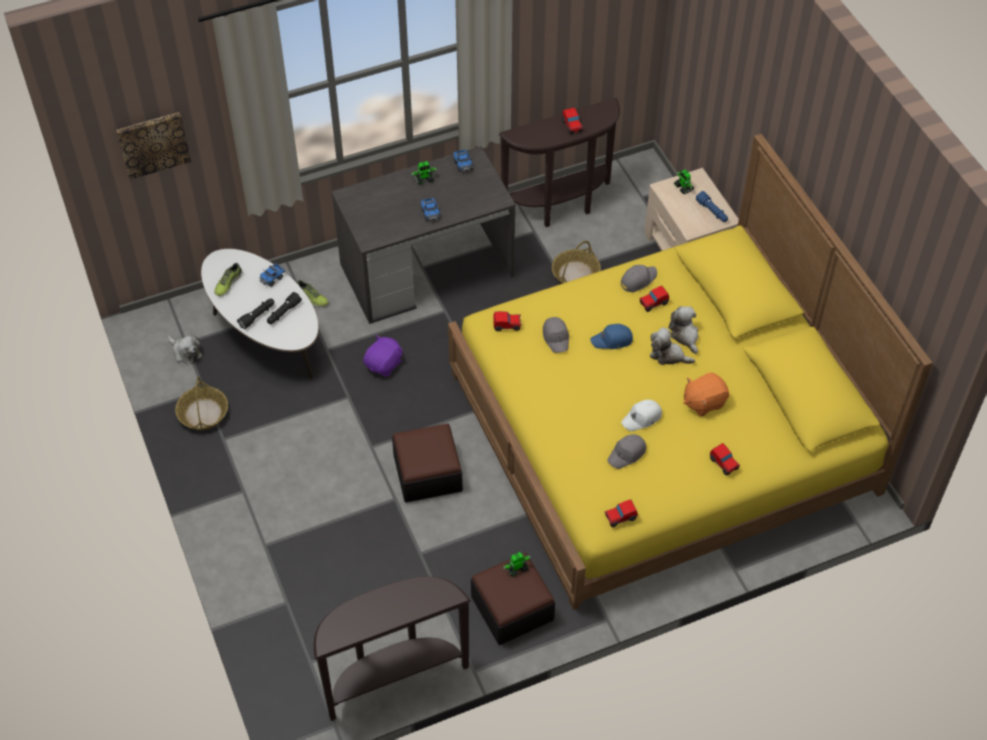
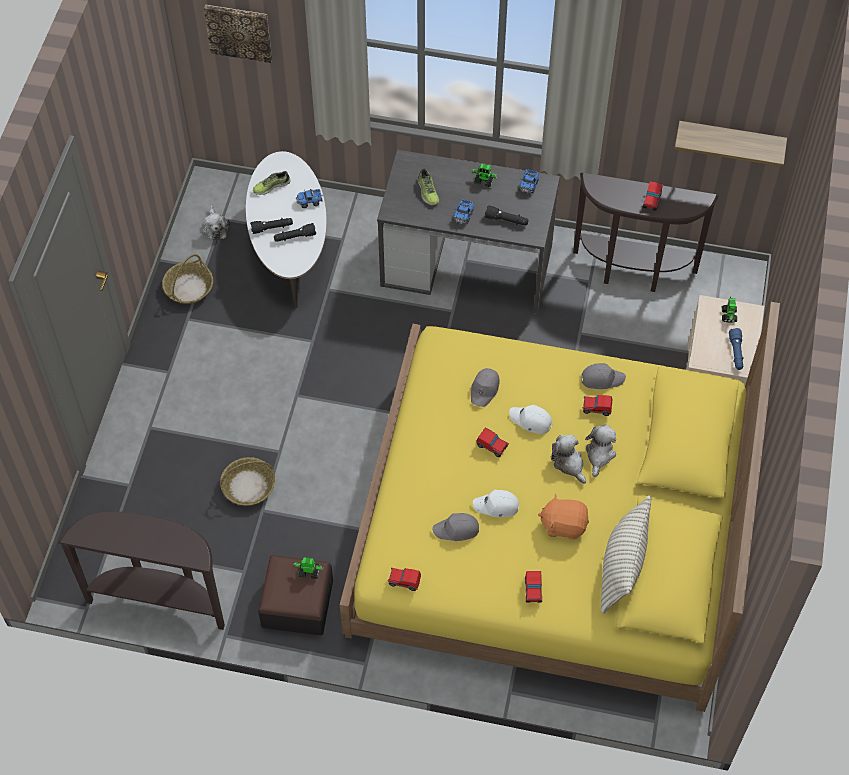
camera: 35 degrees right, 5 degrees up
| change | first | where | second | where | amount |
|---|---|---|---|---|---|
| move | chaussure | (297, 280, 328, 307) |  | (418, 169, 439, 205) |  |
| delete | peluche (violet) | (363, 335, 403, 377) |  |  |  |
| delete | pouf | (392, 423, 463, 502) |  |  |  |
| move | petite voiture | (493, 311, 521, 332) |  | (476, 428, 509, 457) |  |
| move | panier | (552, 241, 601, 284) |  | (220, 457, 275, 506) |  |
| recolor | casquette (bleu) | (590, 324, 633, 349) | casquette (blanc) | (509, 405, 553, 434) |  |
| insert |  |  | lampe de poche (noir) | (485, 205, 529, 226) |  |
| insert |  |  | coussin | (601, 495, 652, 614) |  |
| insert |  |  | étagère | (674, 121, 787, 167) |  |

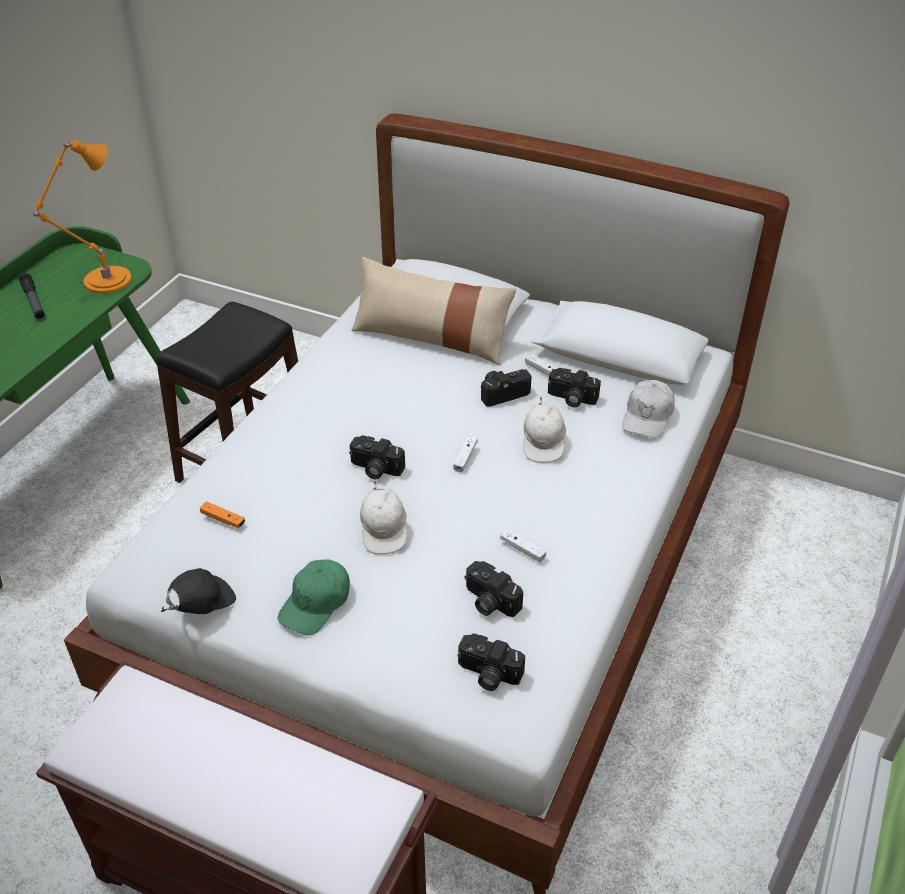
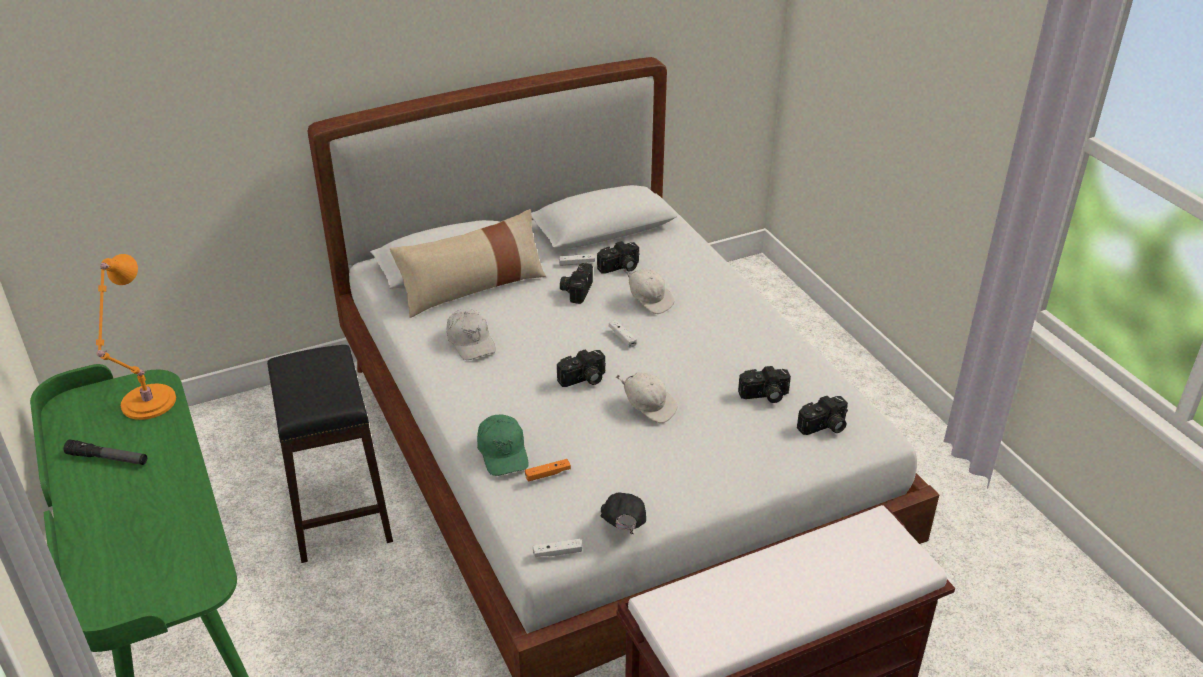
camera: 50 degrees left, 5 degrees down
| change | first | where | second | where | amount |
|---|---|---|---|---|---|
| move | casquette (vert) | (277, 559, 350, 635) |  | (477, 415, 529, 476) |  |
| move | manette (blanc) | (500, 529, 546, 562) |  | (533, 539, 582, 557) |  |
| move | casquette (blanc) | (622, 380, 675, 438) |  | (447, 309, 496, 360) |  |

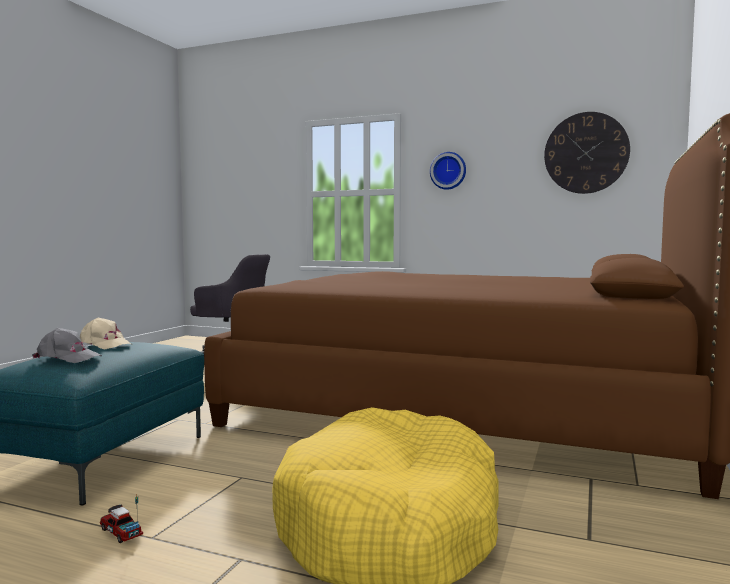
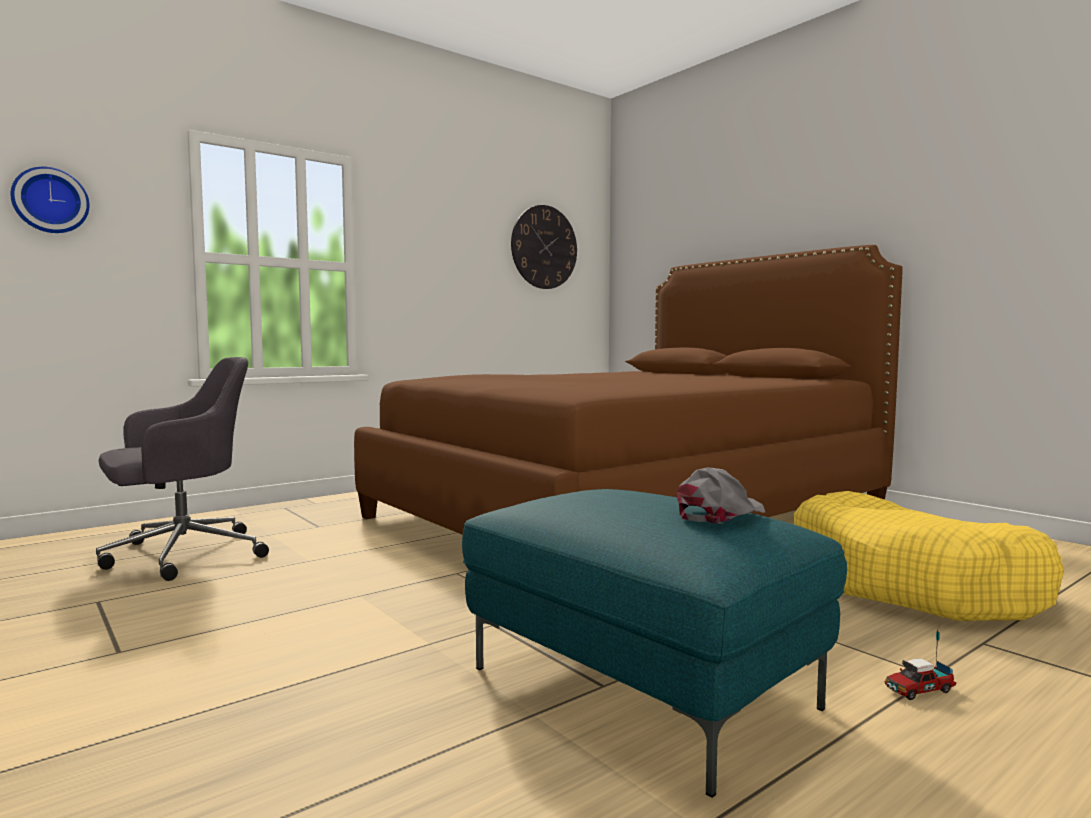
camera: 60 degrees left, 0 degrees up
| change | first | where | second | where | amount |
|---|---|---|---|---|---|
| delete | casquette (beige) | (80, 318, 131, 350) |  |  |  |
| move | horloge murale | (430, 152, 466, 190) |  | (11, 167, 89, 233) |  |

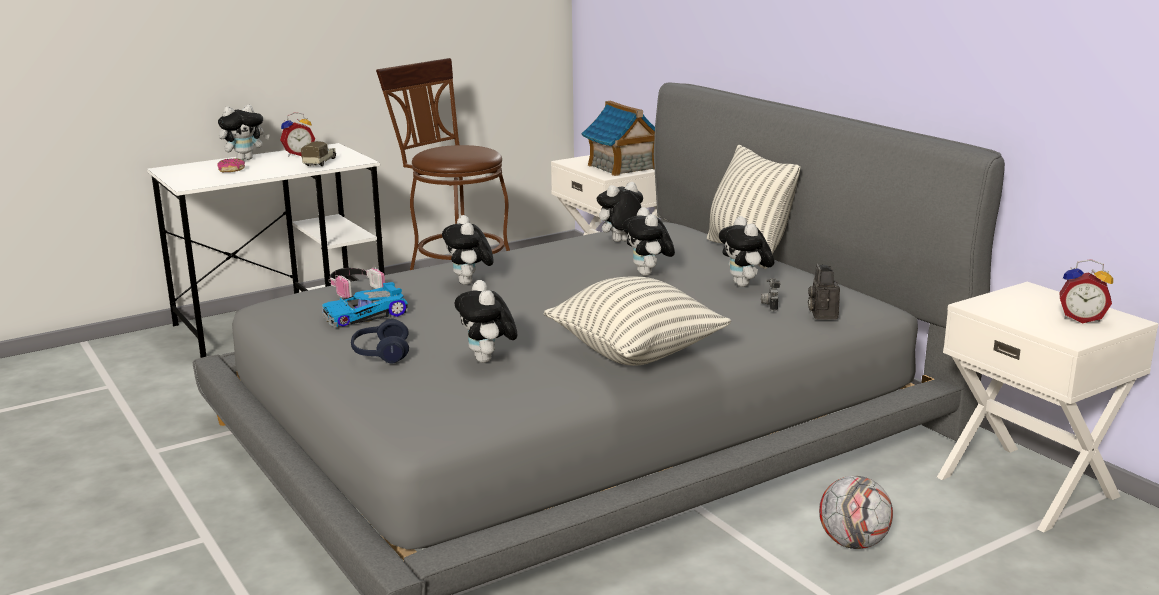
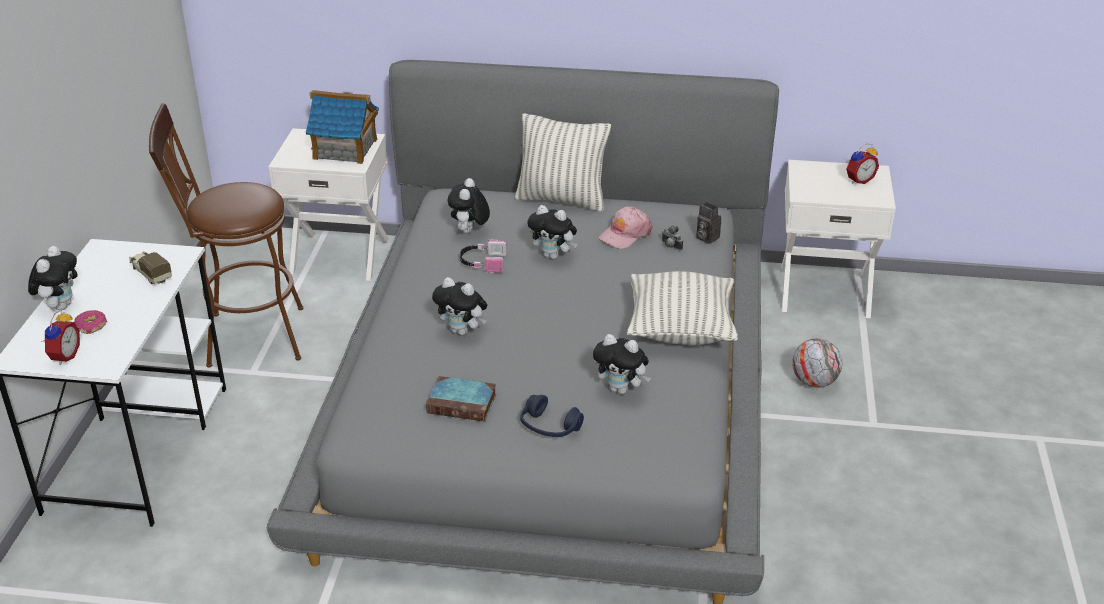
camera: 50 degrees left, 15 degrees up
| change | first | where | second | where | amount |
|---|---|---|---|---|---|
| move | réveil | (280, 112, 315, 156) |  | (42, 310, 80, 365) |  |
| replace | petite voiture | (322, 282, 408, 327) | livre | (426, 376, 496, 422) |  |
| move | casque audio | (329, 267, 385, 298) |  | (460, 240, 507, 273) |  |
| replace | peluche | (719, 216, 774, 287) | casquette (rose) | (598, 206, 652, 249) |  |

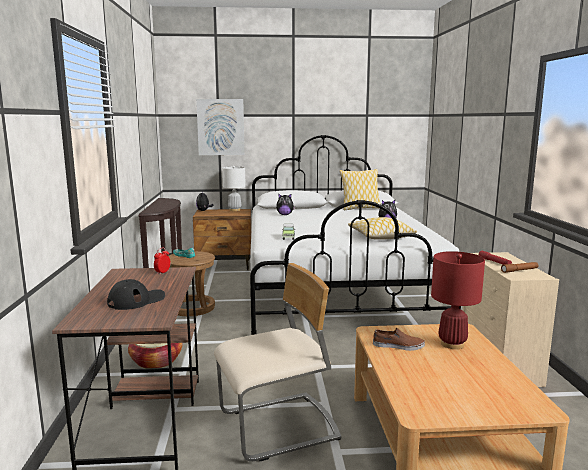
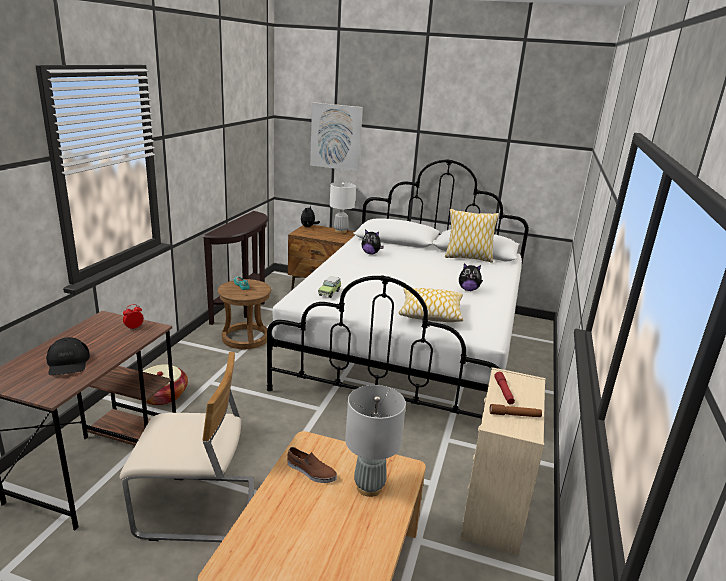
camera: 20 degrees right, 10 degrees up
| change | first | where | second | where | amount |
|---|---|---|---|---|---|
| rotate | casquette (noir) | (107, 279, 165, 310) |  | (46, 337, 90, 375) | 90 degrees clockwise |
| recolor | lampe de table (rouge) | (431, 251, 485, 349) | lampe de table (gris) | (345, 385, 406, 497) |  |

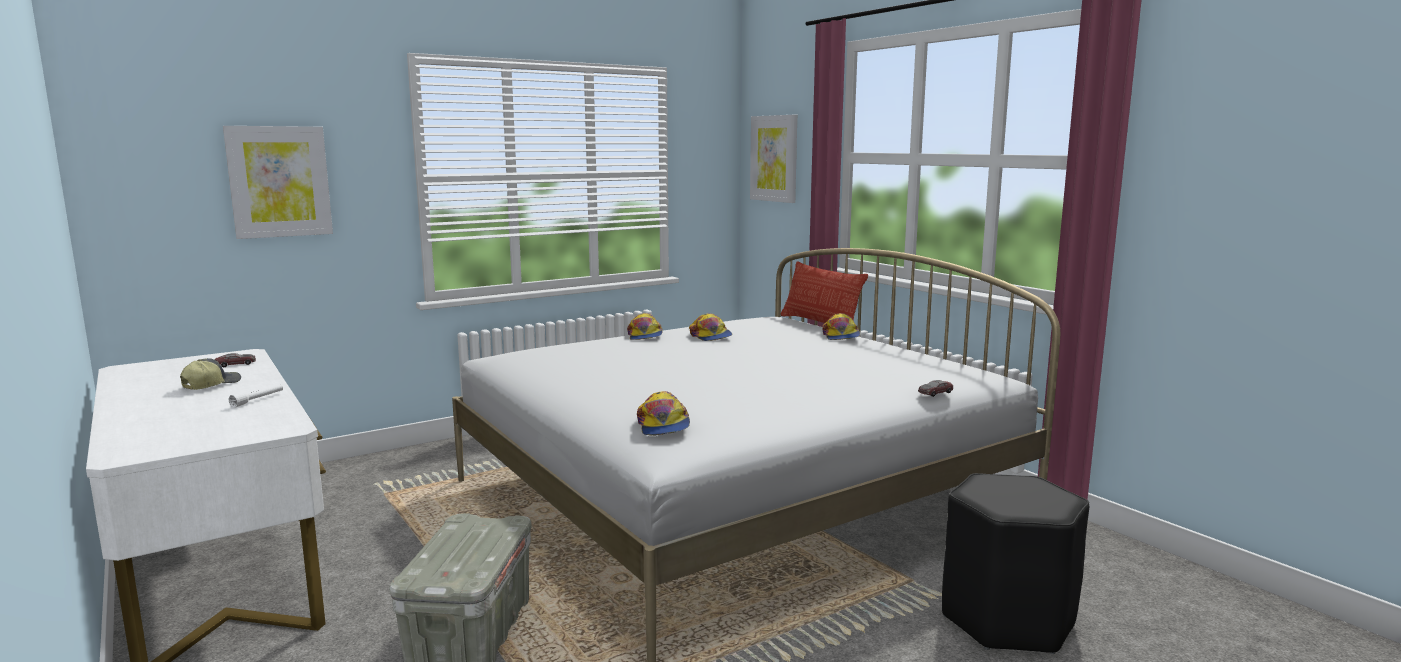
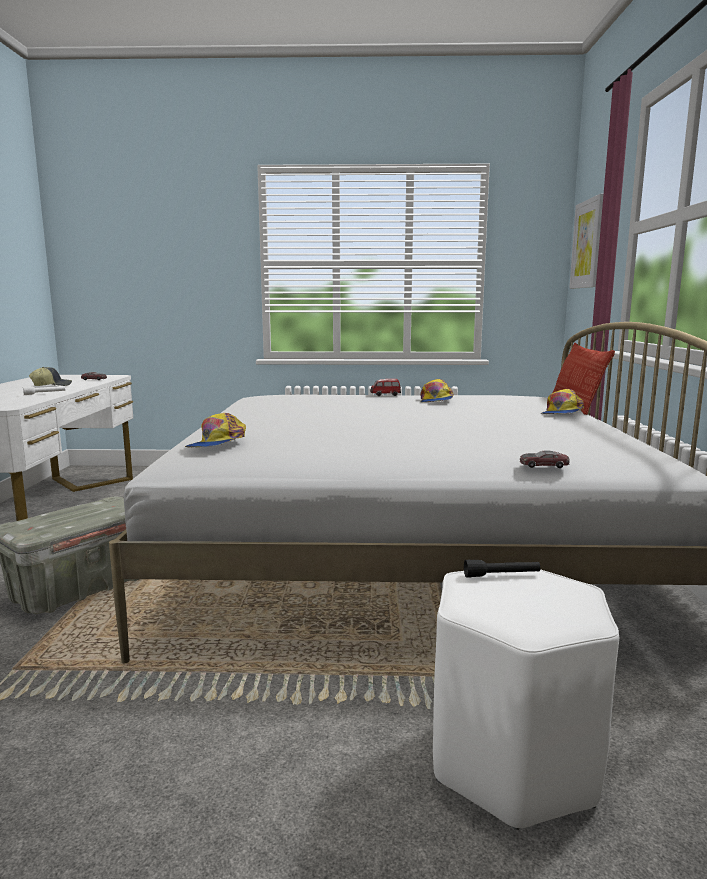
camera: 35 degrees right, 0 degrees up
| change | first | where | second | where | amount |
|---|---|---|---|---|---|
| delete | tableau | (223, 126, 333, 239) |  |  |  |
| replace | casquette | (627, 313, 663, 340) | petite voiture | (370, 379, 401, 396) |  |
| recolor | tabouret (noir) | (942, 473, 1090, 654) | tabouret (blanc) | (433, 569, 619, 830) |  |
| insert |  |  | lampe de poche (noir) | (464, 560, 540, 578) |  |

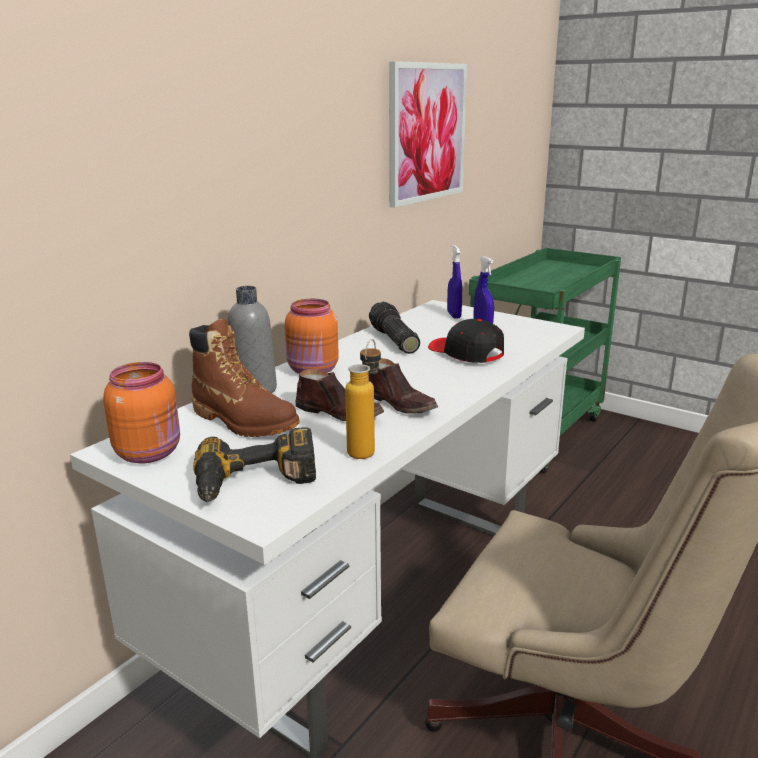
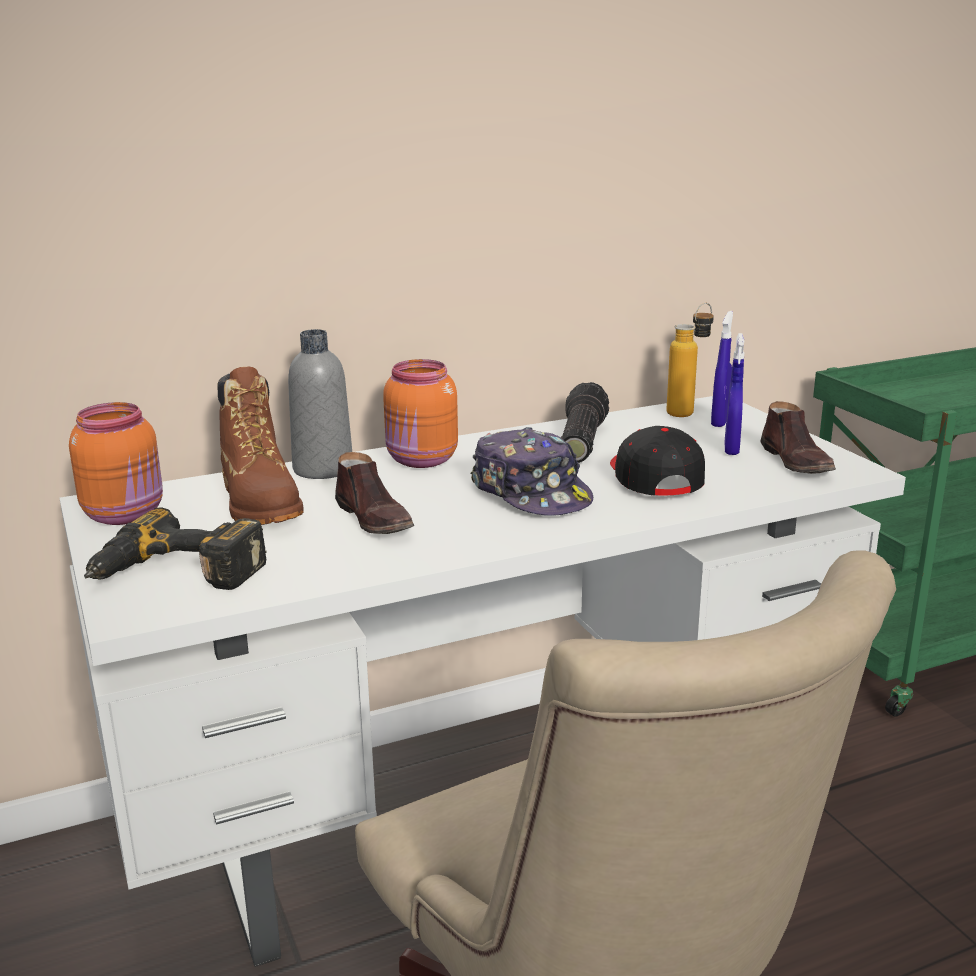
camera: 30 degrees right, 0 degrees up
| change | first | where | second | where | amount |
|---|---|---|---|---|---|
| move | bouteille | (345, 339, 381, 459) |  | (667, 303, 714, 417) |  |
| move | chaussure (marron) | (369, 358, 438, 414) |  | (761, 401, 836, 474) |  |
| delete | tableau | (389, 61, 467, 208) |  |  |  |
| insert |  |  | casquette | (471, 427, 593, 516) |  |

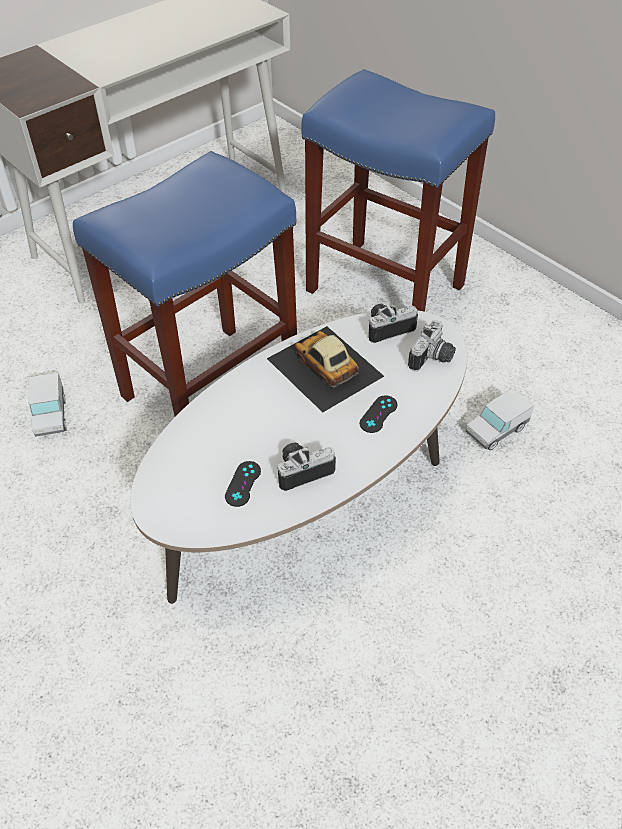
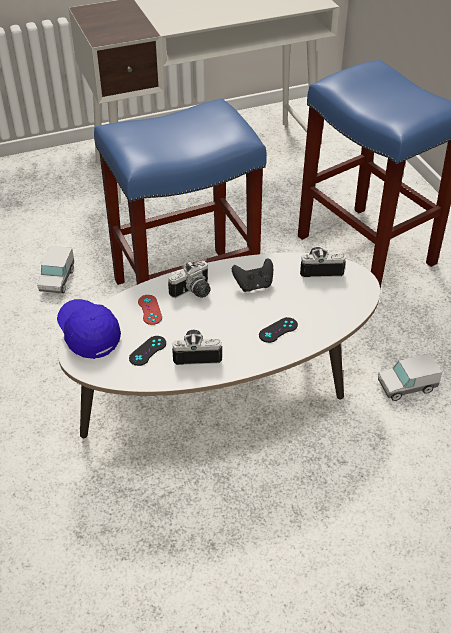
camera: 20 degrees right, 5 degrees down
| change | first | where | second | where | amount |
|---|---|---|---|---|---|
| replace | petite voiture | (267, 326, 384, 412) | manette (noir) | (232, 258, 273, 292) |  |
| move | appareil photo | (408, 320, 456, 371) |  | (168, 261, 210, 298) |  |
| insert |  |  | casquette (bleu) | (57, 299, 121, 359) |  |
| insert |  |  | manette (rouge) | (138, 295, 162, 325) |  |

